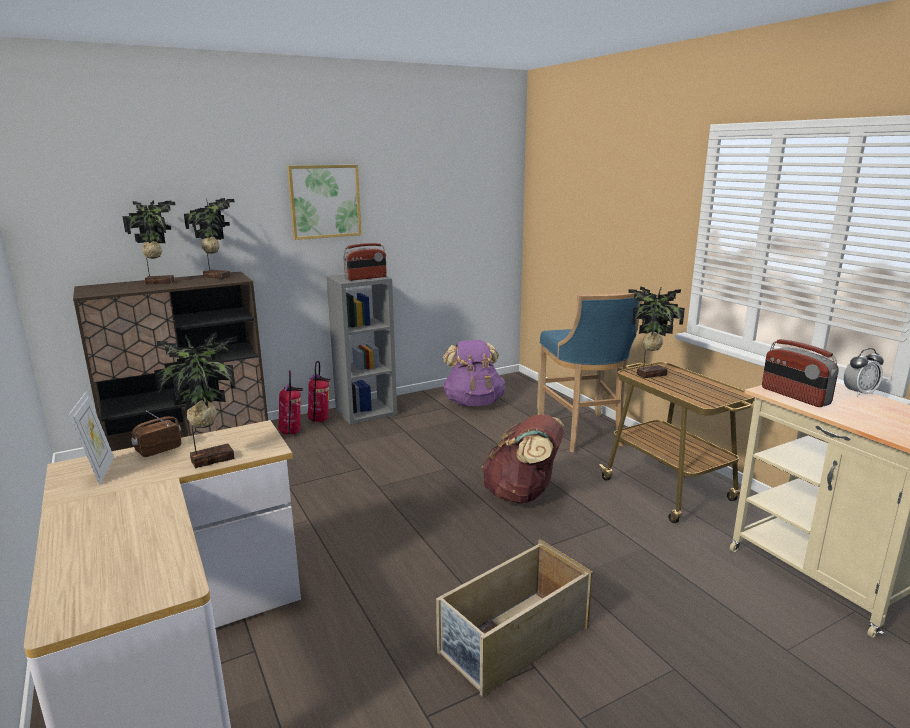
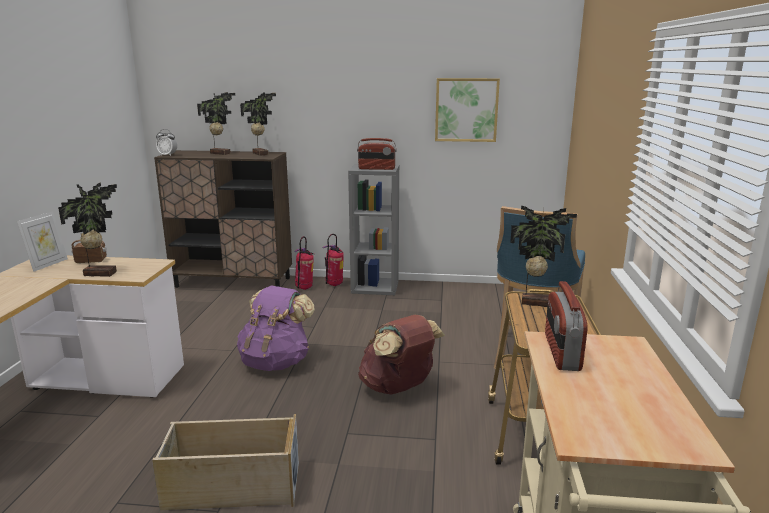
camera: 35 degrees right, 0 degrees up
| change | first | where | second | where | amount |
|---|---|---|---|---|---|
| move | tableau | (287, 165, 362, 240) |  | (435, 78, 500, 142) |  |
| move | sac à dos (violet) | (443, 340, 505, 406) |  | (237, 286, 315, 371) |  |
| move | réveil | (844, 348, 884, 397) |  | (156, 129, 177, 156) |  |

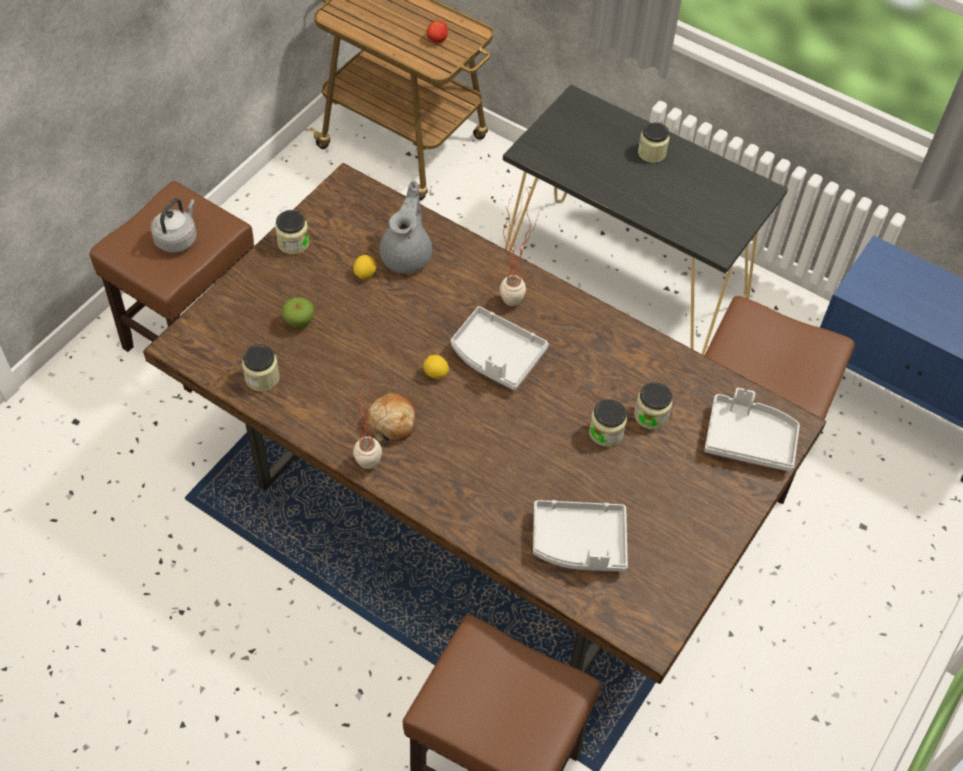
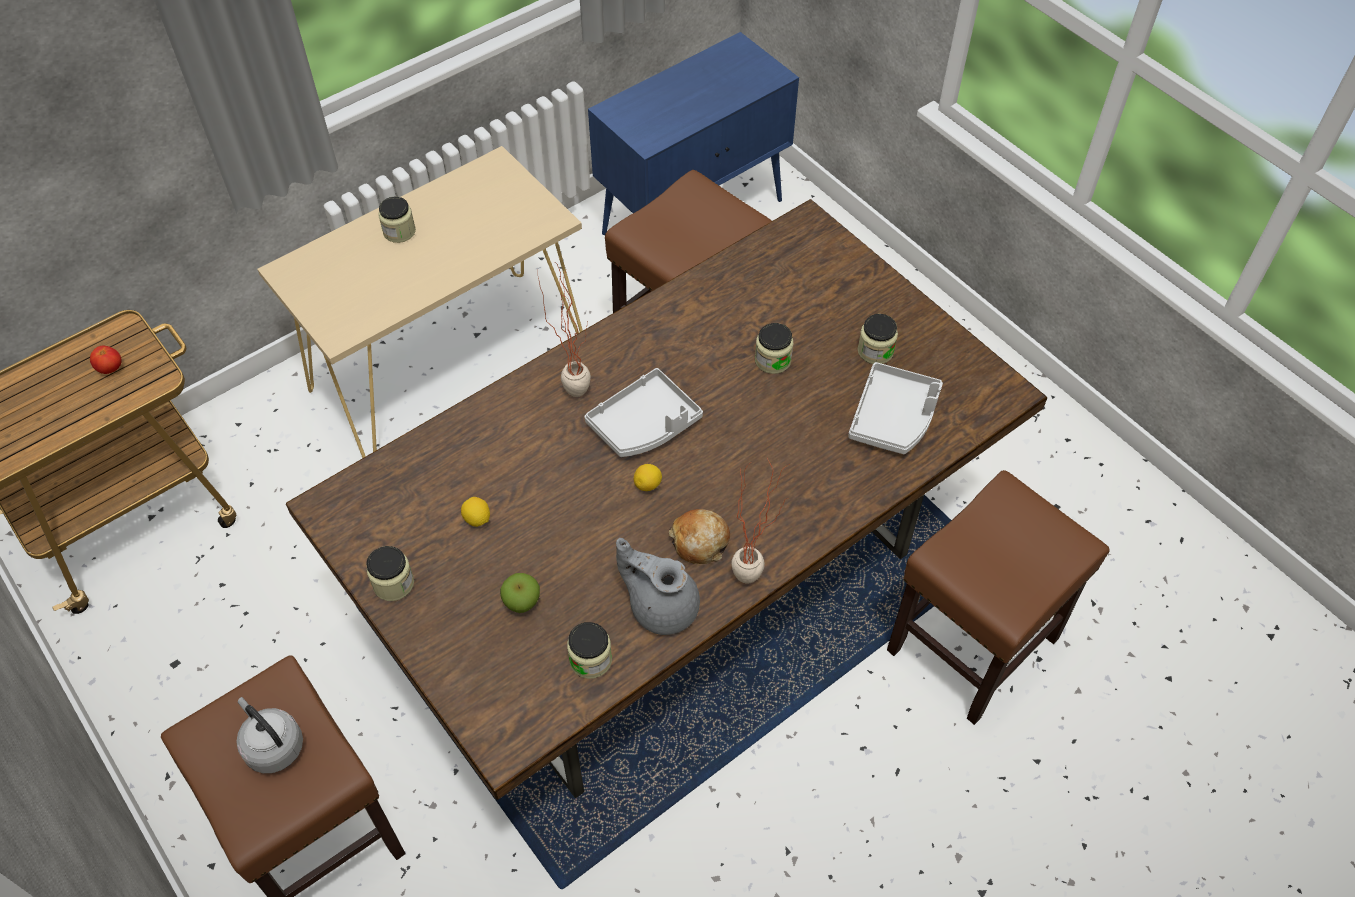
camera: 70 degrees left, 0 degrees up
| change | first | where | second | where | amount |
|---|---|---|---|---|---|
| move | théière (gris) | (380, 180, 432, 273) |  | (616, 538, 700, 635) |  |
| recolor | table console (noir) | (503, 85, 788, 355) | table console (beige) | (257, 146, 583, 458) |  |
| move | bocal | (634, 383, 673, 429) |  | (858, 314, 898, 364) |  |
| delete | plateau (gris) | (704, 388, 800, 472) |  |  |  |

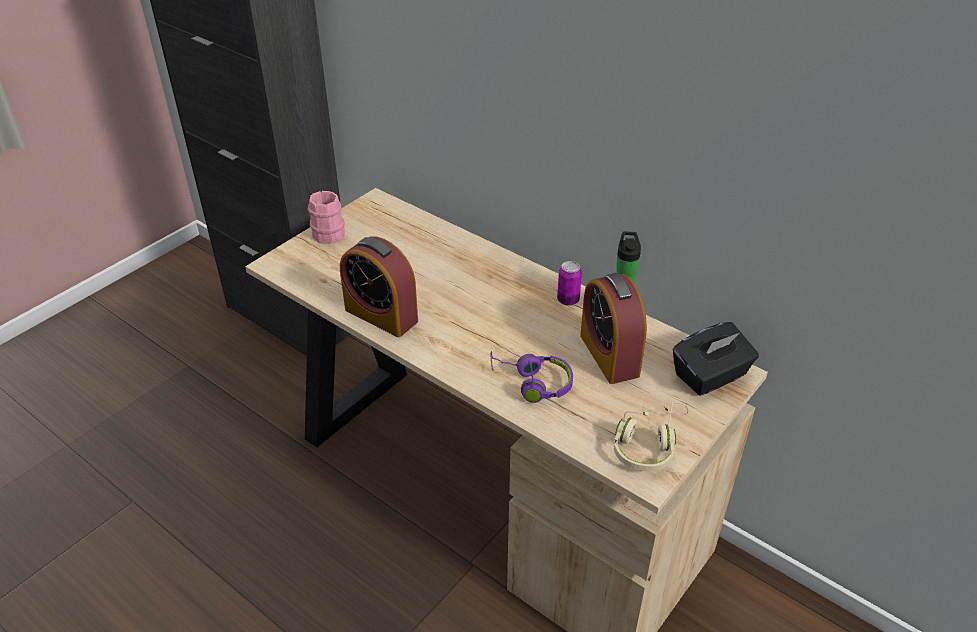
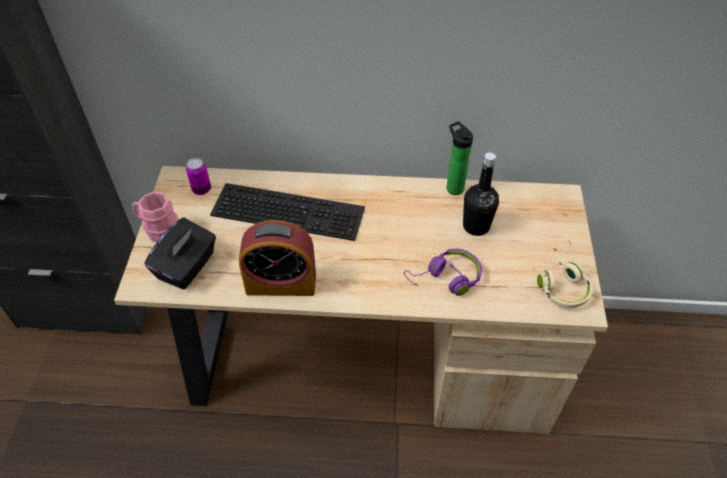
camera: 35 degrees left, 10 degrees up
| change | first | where | second | where | amount |
|---|---|---|---|---|---|
| move | boîte métallique | (557, 261, 582, 306) |  | (186, 158, 211, 195) |  |
| replace | réveil | (580, 273, 647, 384) | bouteille (noir) | (463, 152, 499, 236) |  |
| move | boîte à mouchoirs (noir) | (673, 322, 759, 396) |  | (144, 217, 216, 289) |  |
| insert |  |  | clavier | (210, 183, 365, 241) |  |

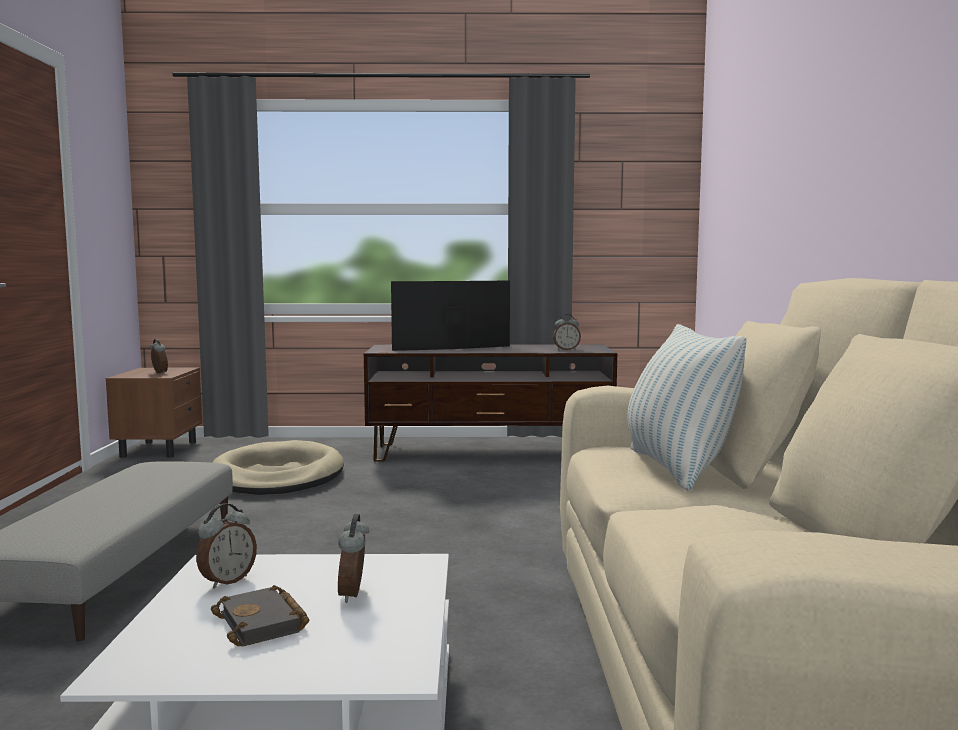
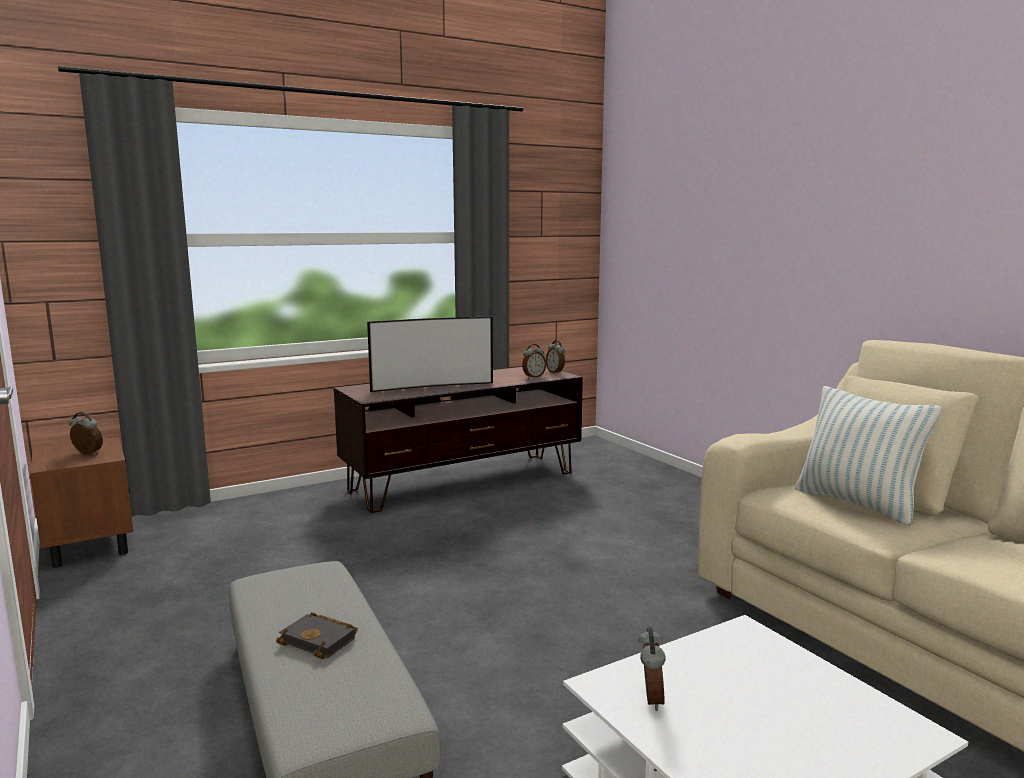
camera: 30 degrees left, 5 degrees up
| change | first | where | second | where | amount |
|---|---|---|---|---|---|
| move | livre (noir) | (211, 585, 309, 647) |  | (276, 612, 358, 659) |  |
| delete | panier pour chien (beige) | (212, 440, 344, 495) |  |  |  |
| move | réveil | (338, 514, 369, 603) |  | (546, 340, 565, 374) |  |
| rotate | téléviseur | (391, 280, 510, 351) |  | (367, 316, 493, 392) | 150 degrees counterclockwise |

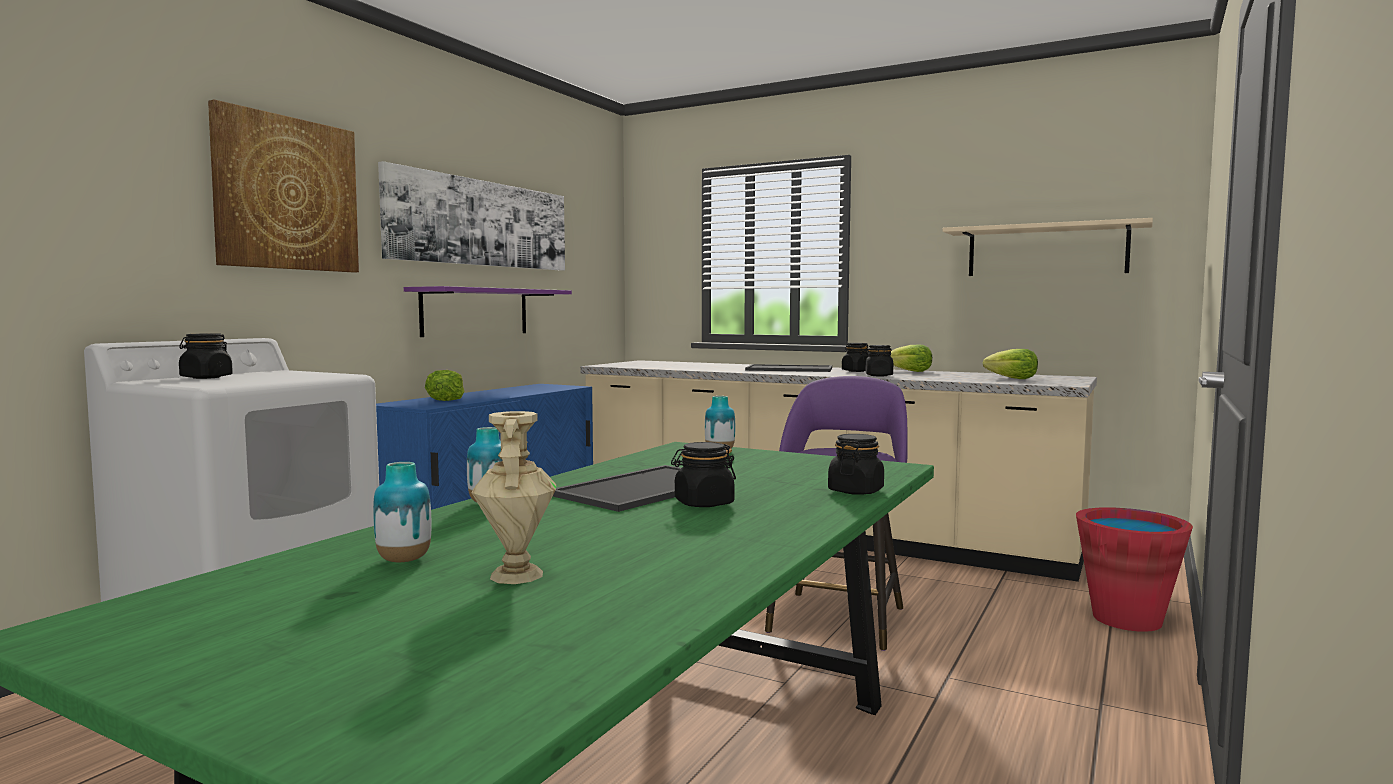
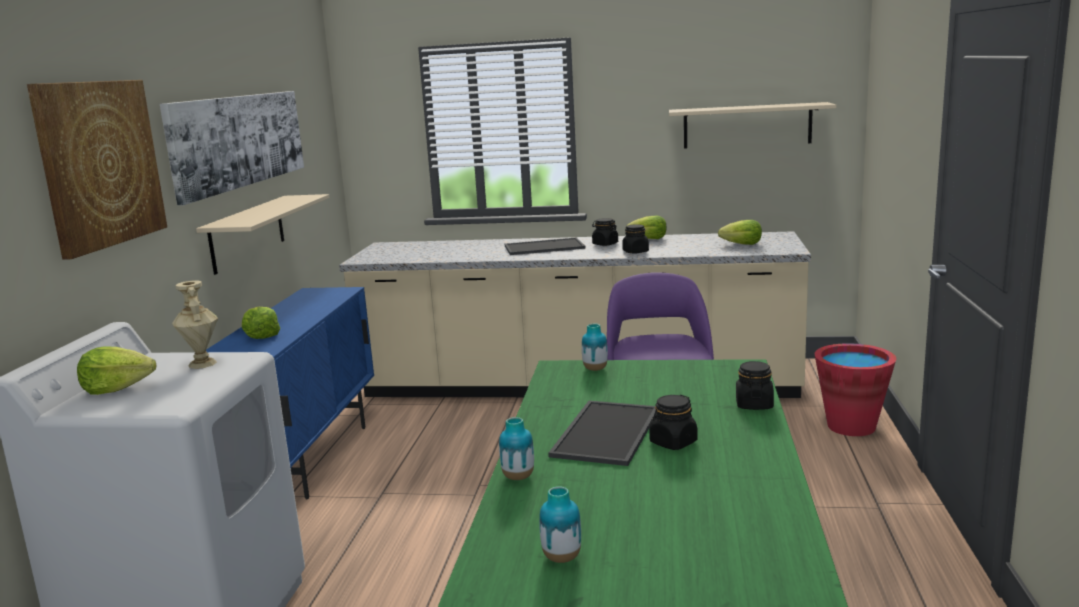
camera: 20 degrees left, 10 degrees up
| change | first | where | second | where | amount |
|---|---|---|---|---|---|
| replace | bocal (noir) | (179, 333, 233, 379) | laitue | (77, 346, 156, 395) |  |
| recolor | étagère (violet) | (404, 286, 572, 337) | étagère (beige) | (196, 194, 330, 275) |  |
| move | vase (beige) | (471, 411, 556, 584) |  | (172, 280, 218, 369) |  |

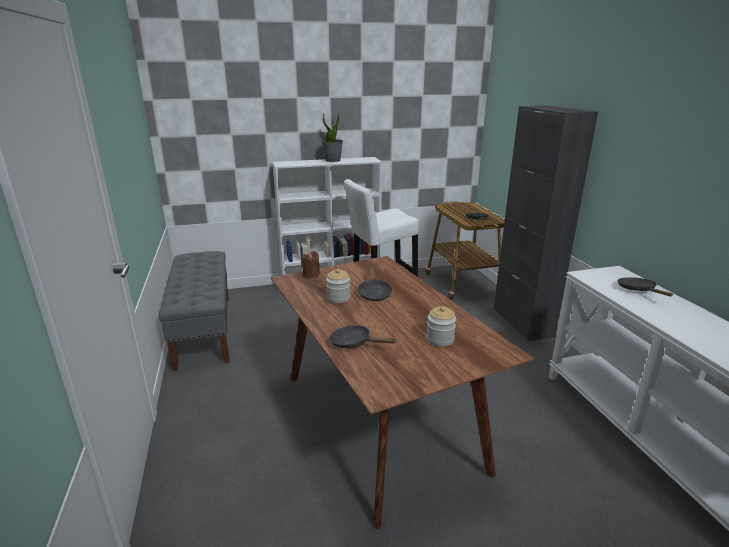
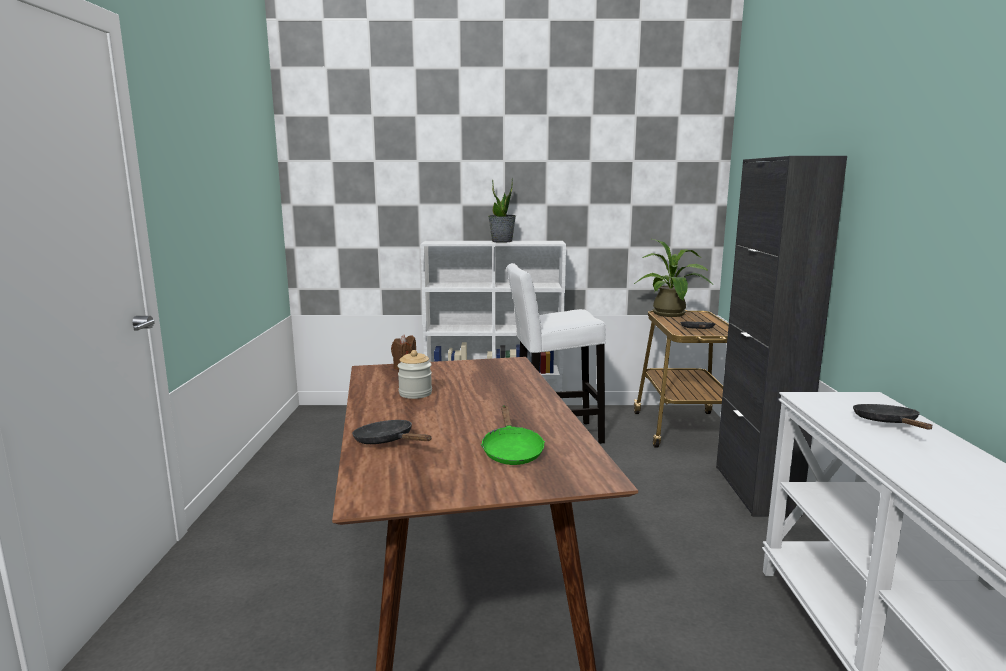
camera: 15 degrees right, 10 degrees down
| change | first | where | second | where | amount |
|---|---|---|---|---|---|
| delete | banc (gris) | (158, 251, 230, 371) |  |  |  |
| delete | poêle (noir) | (357, 267, 392, 301) |  |  |  |
| replace | bocal | (426, 306, 456, 347) | poêle (vert) | (481, 405, 545, 465) |  |
| insert |  |  | plante en pot | (634, 239, 712, 317) |  |

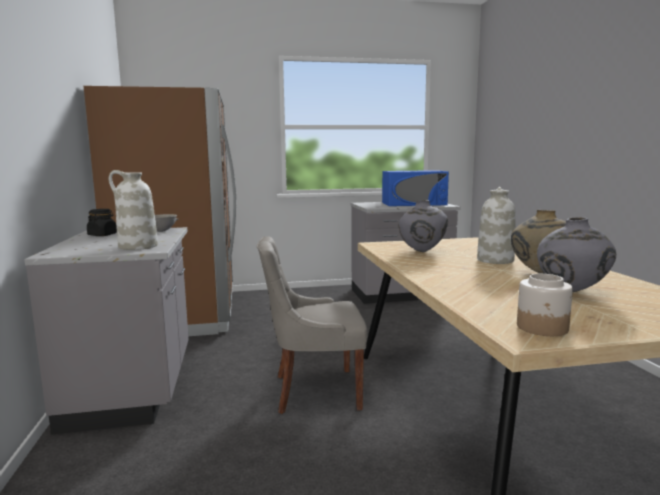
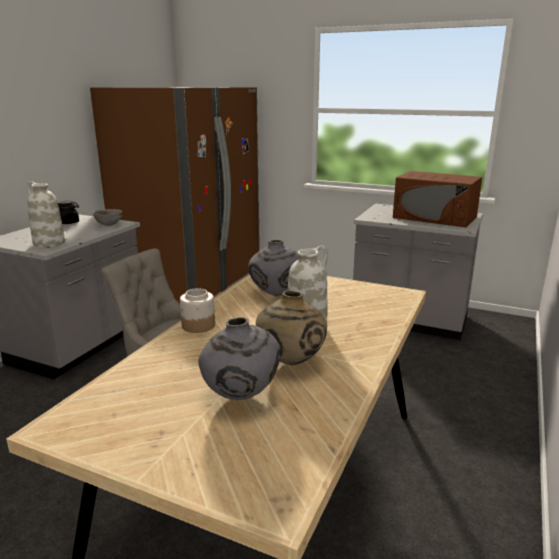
camera: 35 degrees right, 10 degrees up
| change | first | where | second | where | amount |
|---|---|---|---|---|---|
| recolor | micro-ondes (bleu) | (382, 170, 449, 206) | micro-ondes (marron) | (393, 171, 482, 227) |  |
| move | bocal | (517, 274, 573, 336) |  | (180, 288, 215, 333) |  |

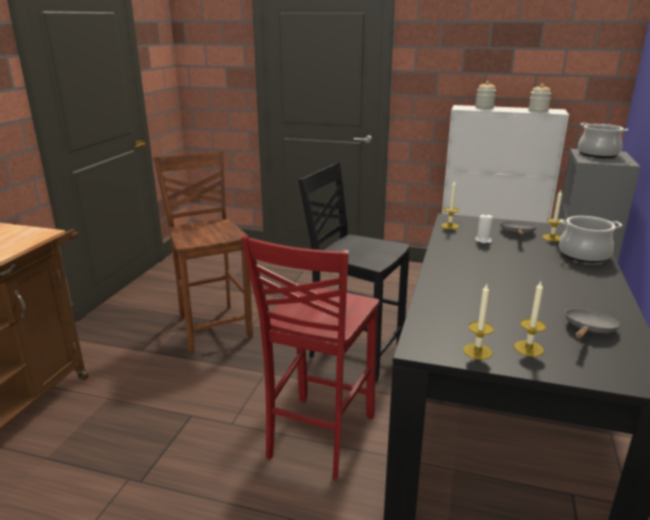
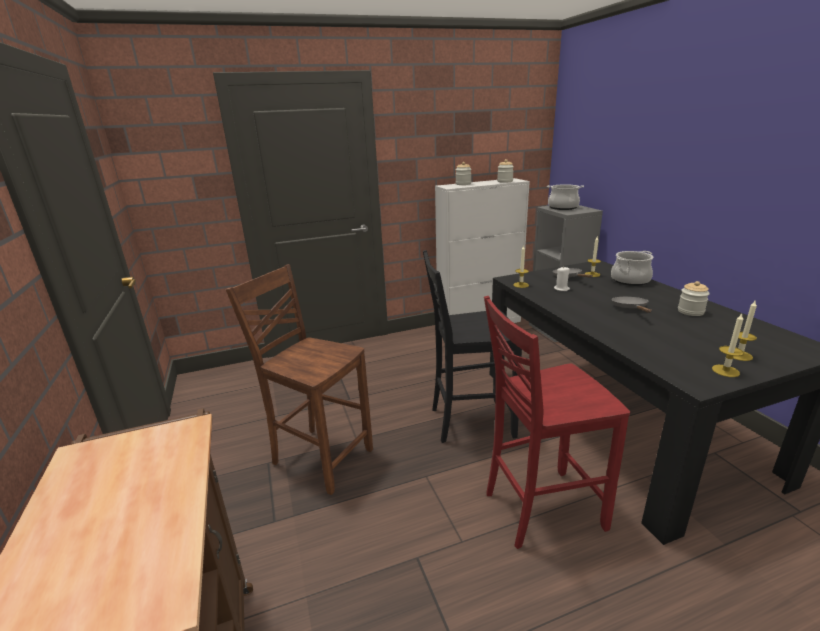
camera: 35 degrees left, 0 degrees up
| change | first | where | second | where | amount |
|---|---|---|---|---|---|
| rotate | chaise (rouge) | (241, 235, 380, 479) |  | (484, 296, 630, 549) | 90 degrees clockwise |
| move | poêle (gris) | (565, 309, 620, 339) |  | (612, 297, 652, 313) |  |
| insert |  |  | bocal | (678, 281, 710, 316) |  |

